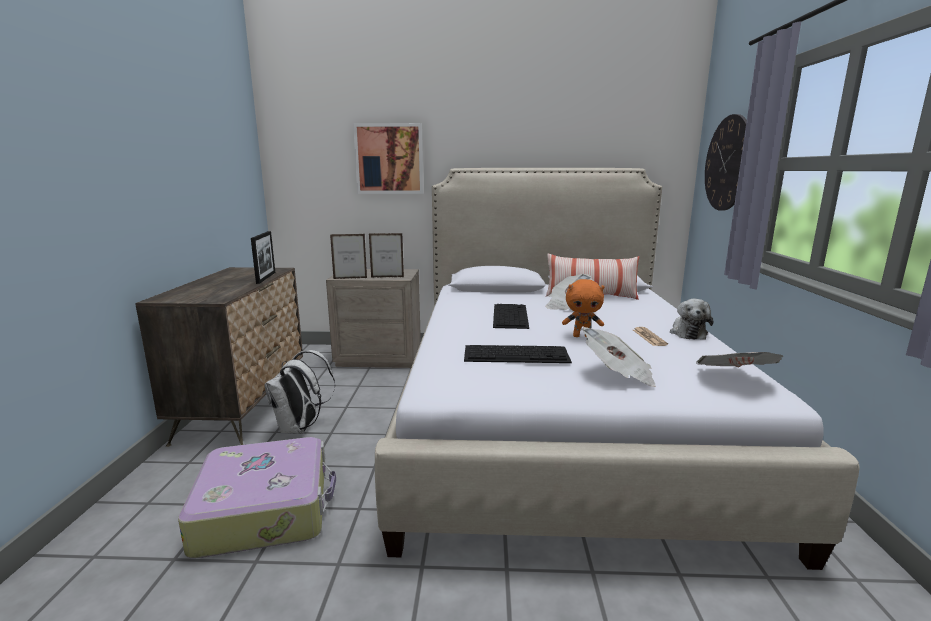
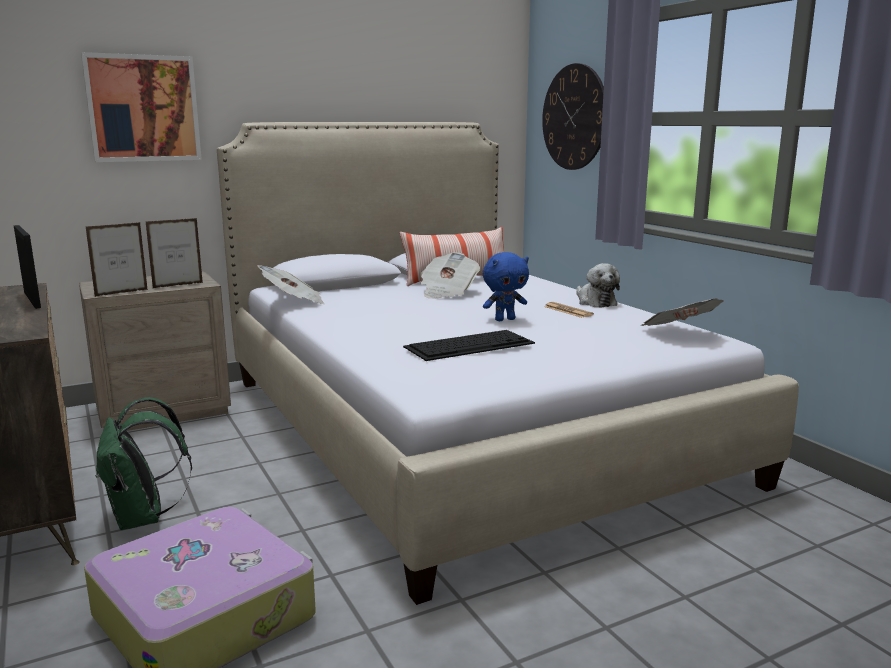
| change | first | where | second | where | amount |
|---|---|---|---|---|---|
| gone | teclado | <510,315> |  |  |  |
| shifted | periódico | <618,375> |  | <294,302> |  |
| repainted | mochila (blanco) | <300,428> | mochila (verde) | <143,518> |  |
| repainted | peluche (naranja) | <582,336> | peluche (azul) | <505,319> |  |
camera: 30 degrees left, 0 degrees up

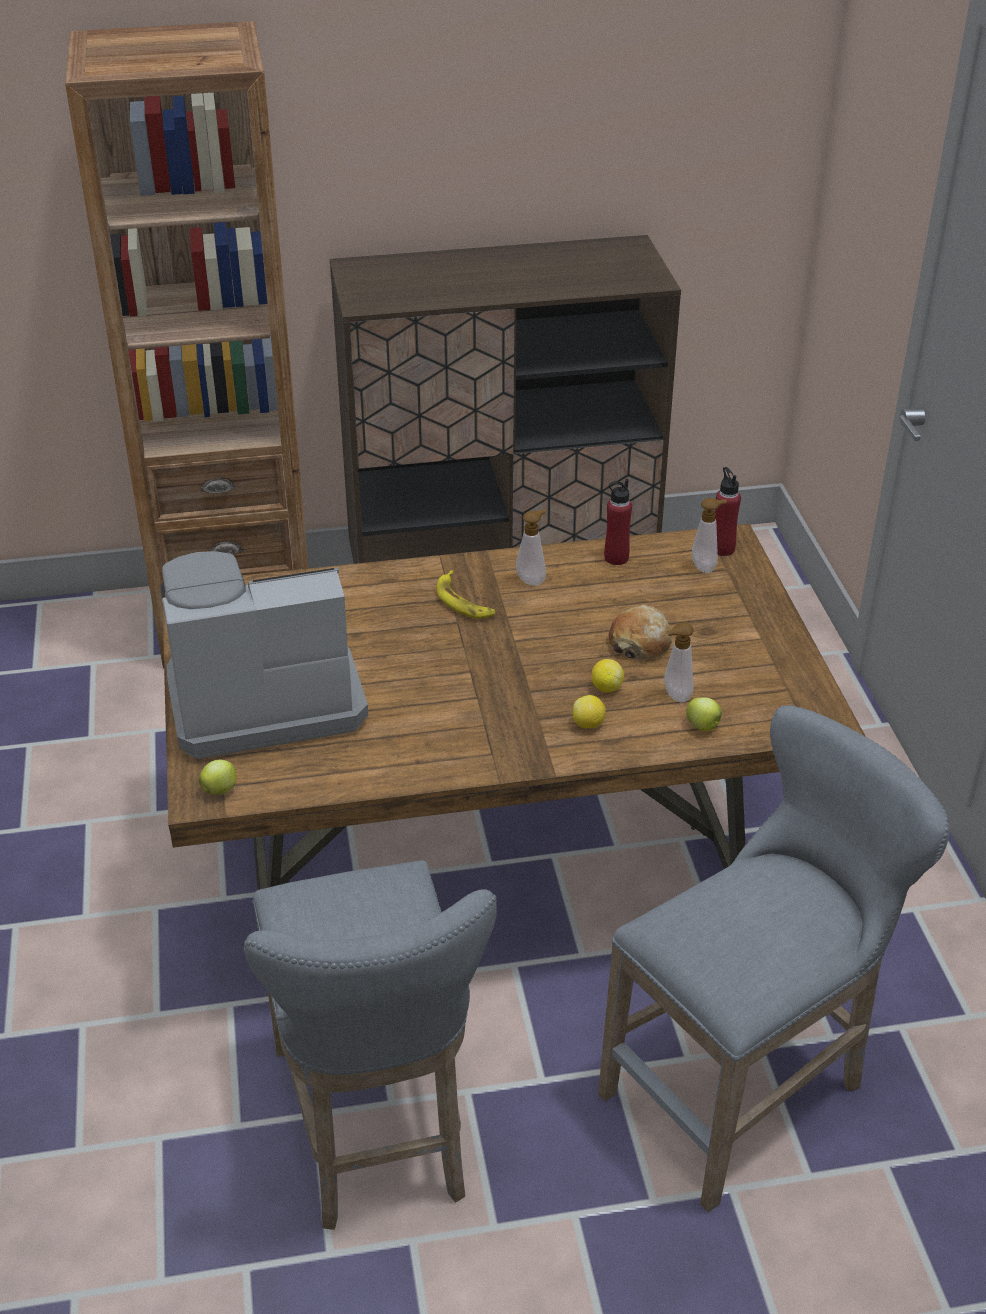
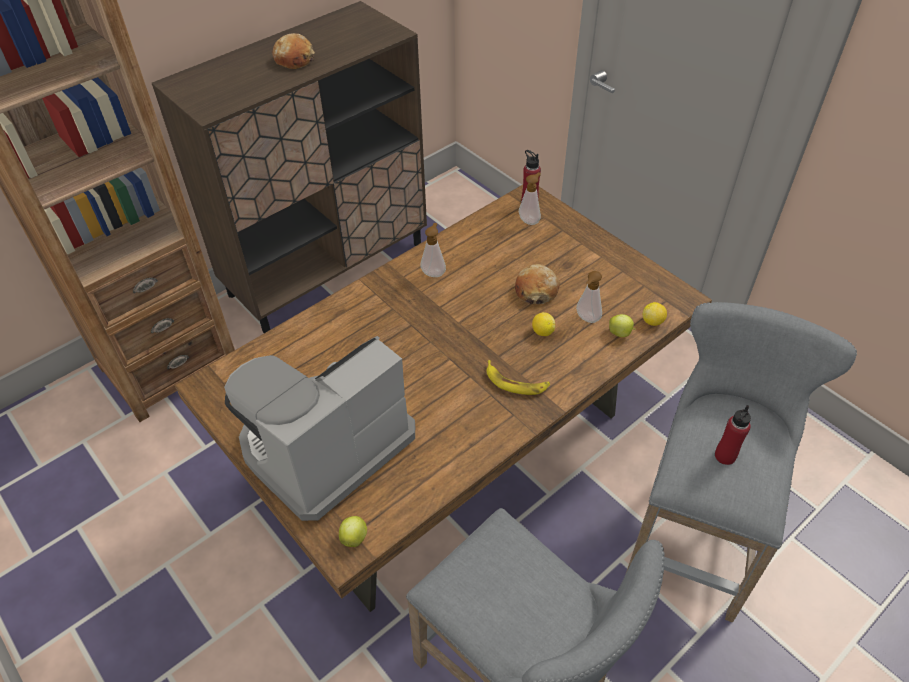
| change | first | where | second | where | amount |
|---|---|---|---|---|---|
| new |  |  | pan | <295,59> |  |
| shifted | plátano | <463,601> |  | <516,382> |  |
| shifted | limón | <588,724> |  | <653,321> |  |
| shifted | botella (rojo) | <616,558> |  | <725,456> |  |
camera: 30 degrees left, 10 degrees up

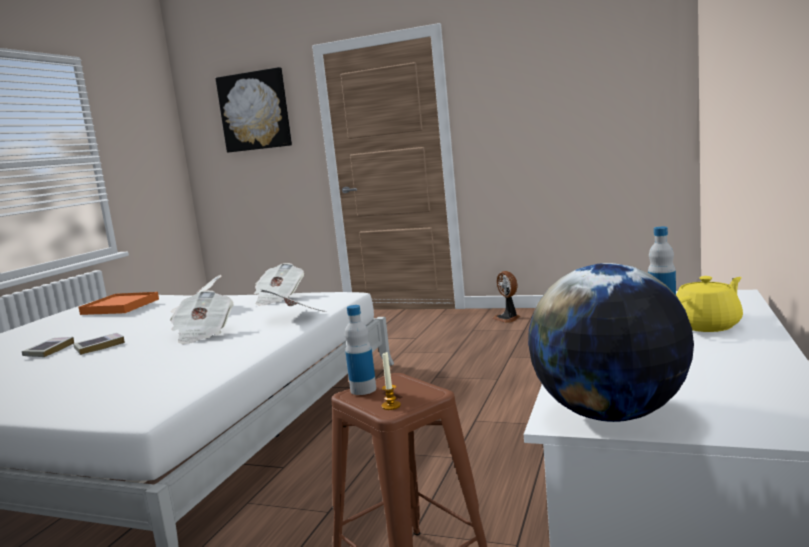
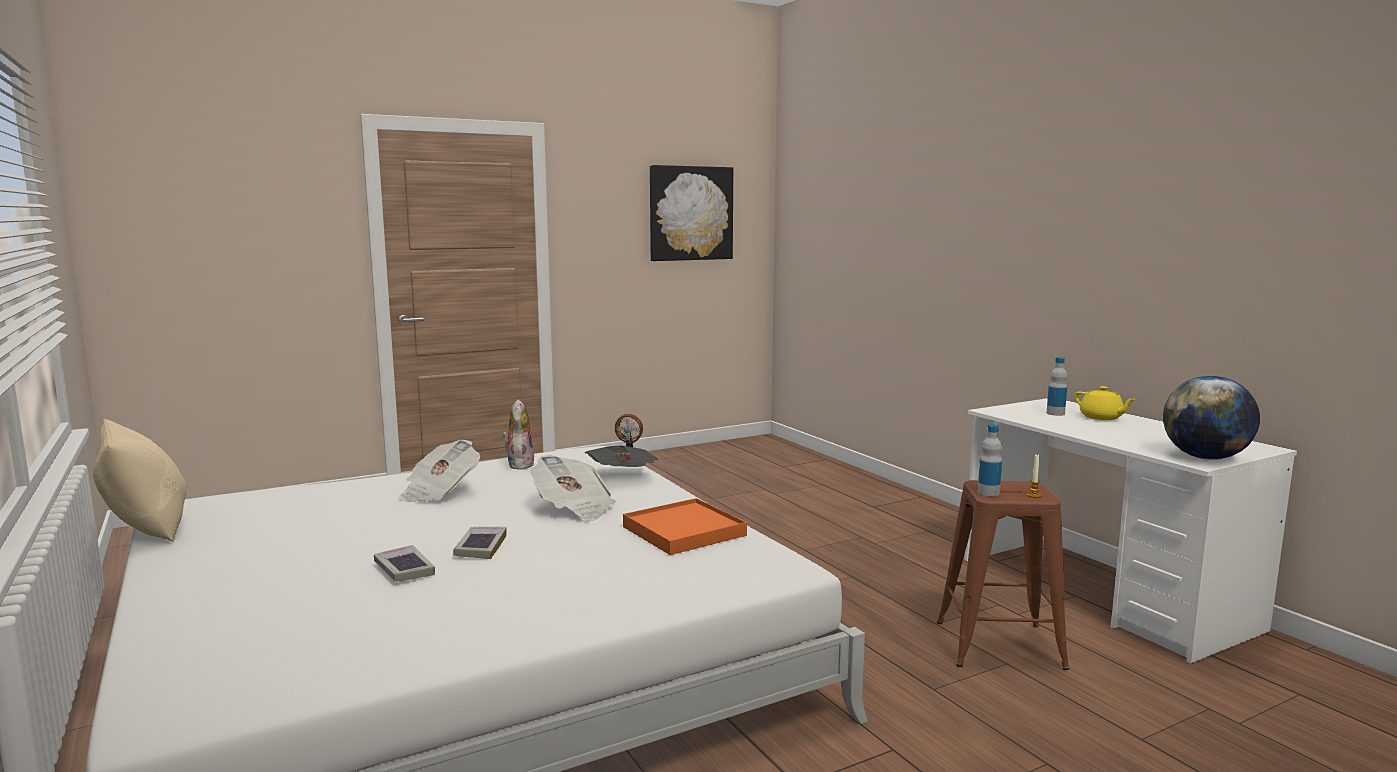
| change | first | where | second | where | amount |
|---|---|---|---|---|---|
| new |  |  | cojín (beis) | <147,528> |  |
| shifted | bandeja (naranja) | <120,307> |  | <684,531> |  |
| shifted | cuadro | <254,111> |  | <690,213> |  |
| swapped | periódico | <278,298> | peluche | <519,464> |  |
| rotated | tetera (amarillo) | <707,325> |  | <1101,417> | 135 degrees clockwise |
camera: 50 degrees left, 0 degrees up

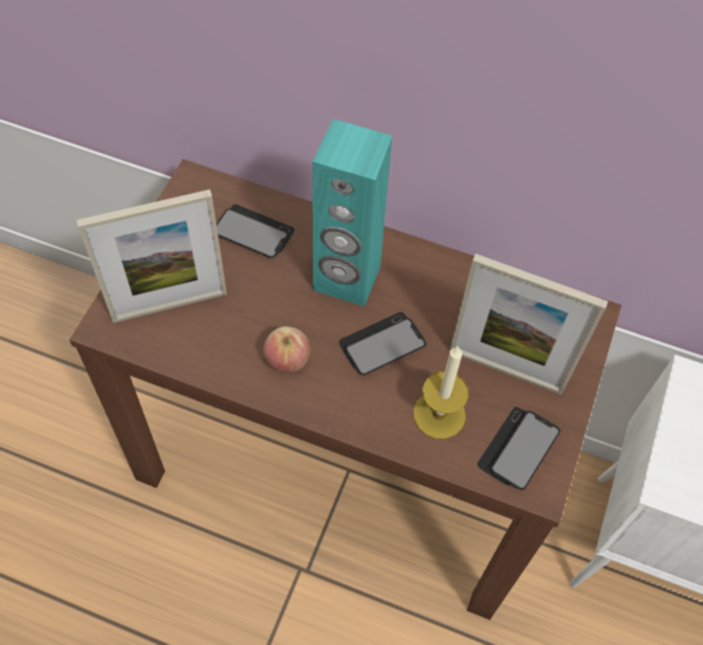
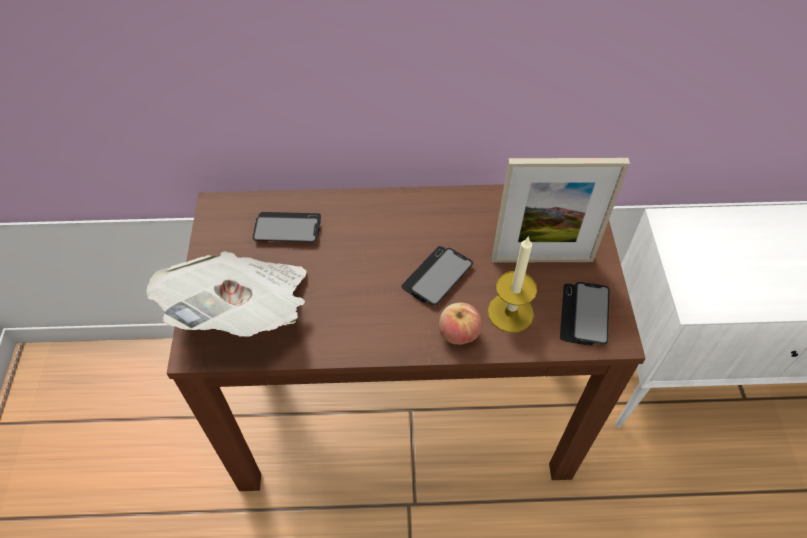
| change | first | where | second | where | amount |
|---|---|---|---|---|---|
| gone | altavoz (turquesa) | <346,279> |  |  |  |
| shifted | manzana | <287,359> |  | <458,333> |  |
| swapped | portarretratos | <169,305> | periódico | <244,311> |  |
camera: 20 degrees left, 5 degrees down

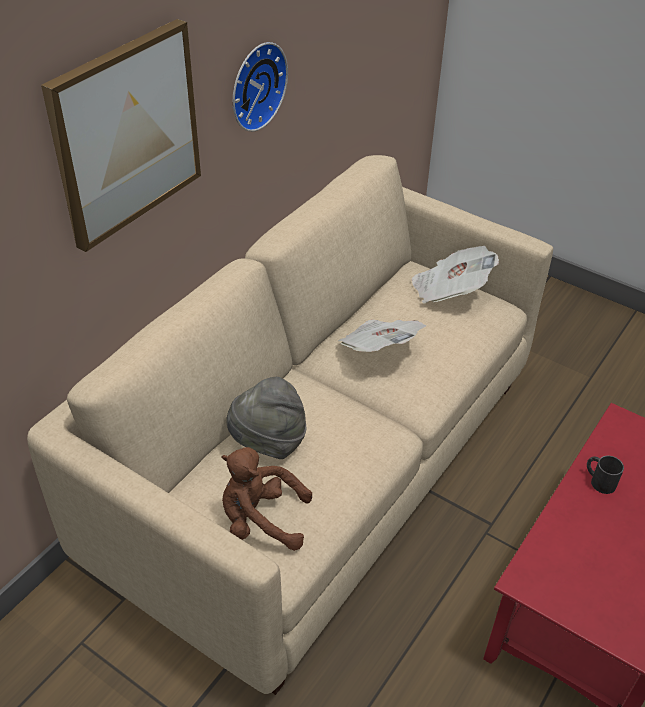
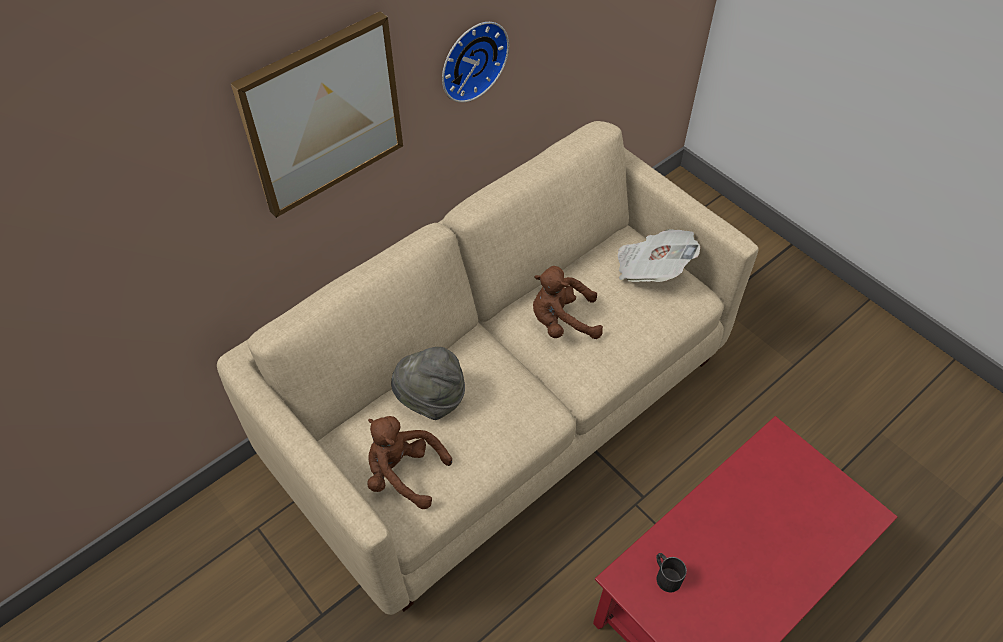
| change | first | where | second | where | amount |
|---|---|---|---|---|---|
| shifted | taza grande (negro) | <599,480> |  | <665,575> |  |
| swapped | periódico | <379,350> | peluche (marrón) | <562,321> |  |
camera: 15 degrees right, 10 degrees up

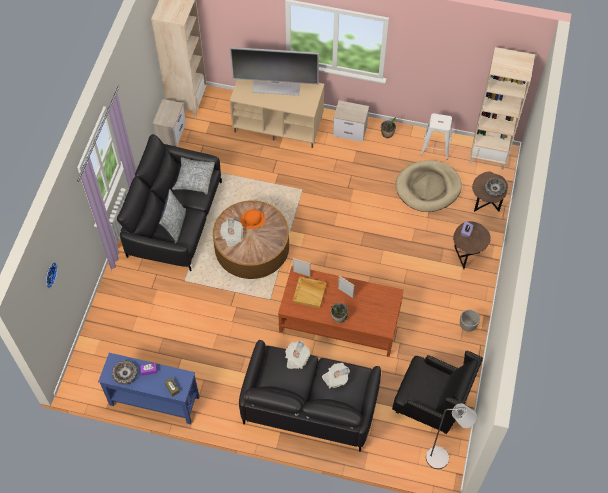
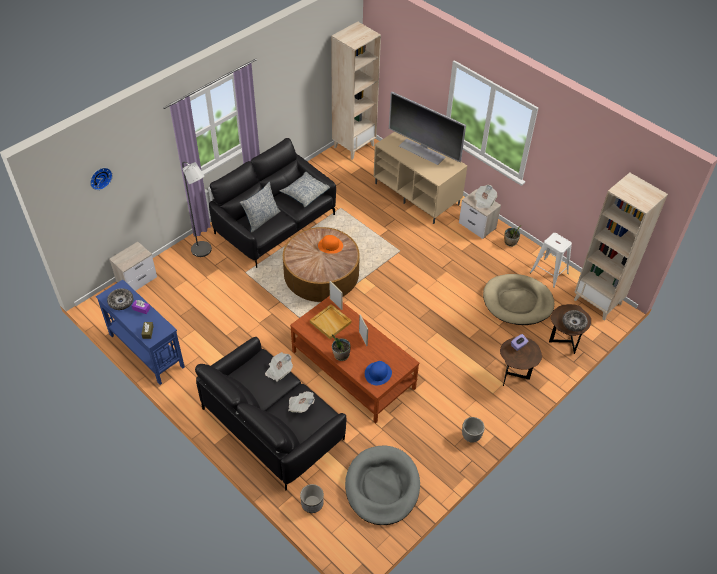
| change | first | where | second | where | amount |
|---|---|---|---|---|---|
| new |  |  | maceta | <312,503> |  |
| new |  |  | sombrero (azul) | <378,373> |  |
| shifted | mesita de noche | <171,132> |  | <137,279> |  |
| shifted | periódico | <232,236> |  | <484,202> |  |
| shifted | lámpara de pie (gris) | <442,459> |  | <204,251> |  |
| swapped | sillón (negro) | <430,405> | cama para perro (gris) | <382,487> |  |
camera: 30 degrees right, 10 degrees down

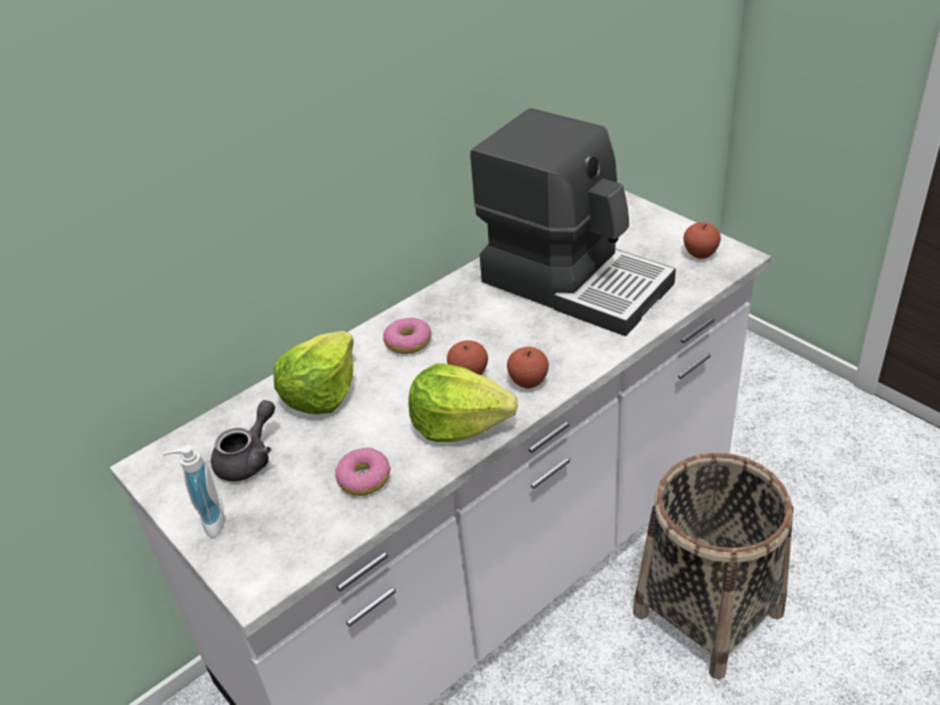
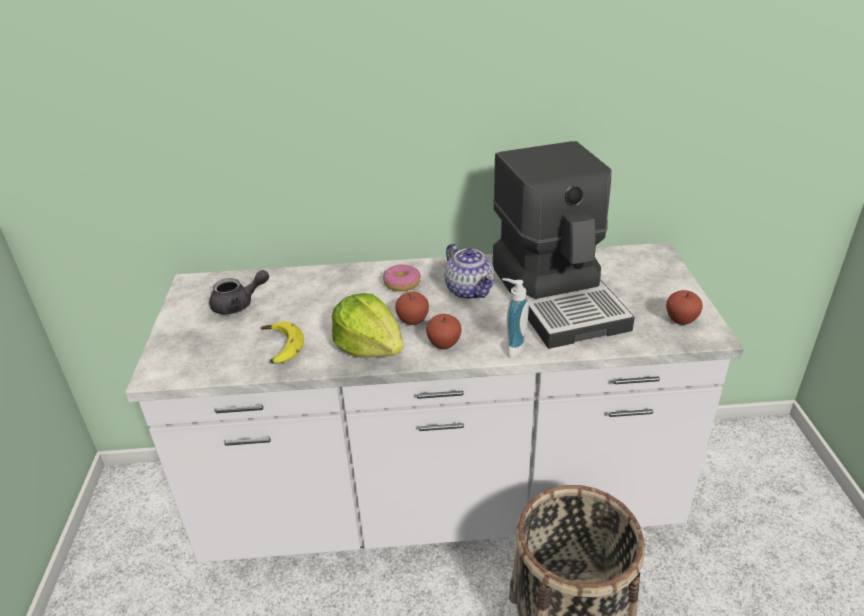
| change | first | where | second | where | amount |
|---|---|---|---|---|---|
| gone | lechuga | <321,392> |  |  |  |
| new |  |  | tetera | <470,290> |  |
| shifted | dispensador de jabón | <208,522> |  | <512,347> |  |
| swapped | rosquilla | <364,478> | plátano | <278,348> |  |
camera: 35 degrees right, 5 degrees down

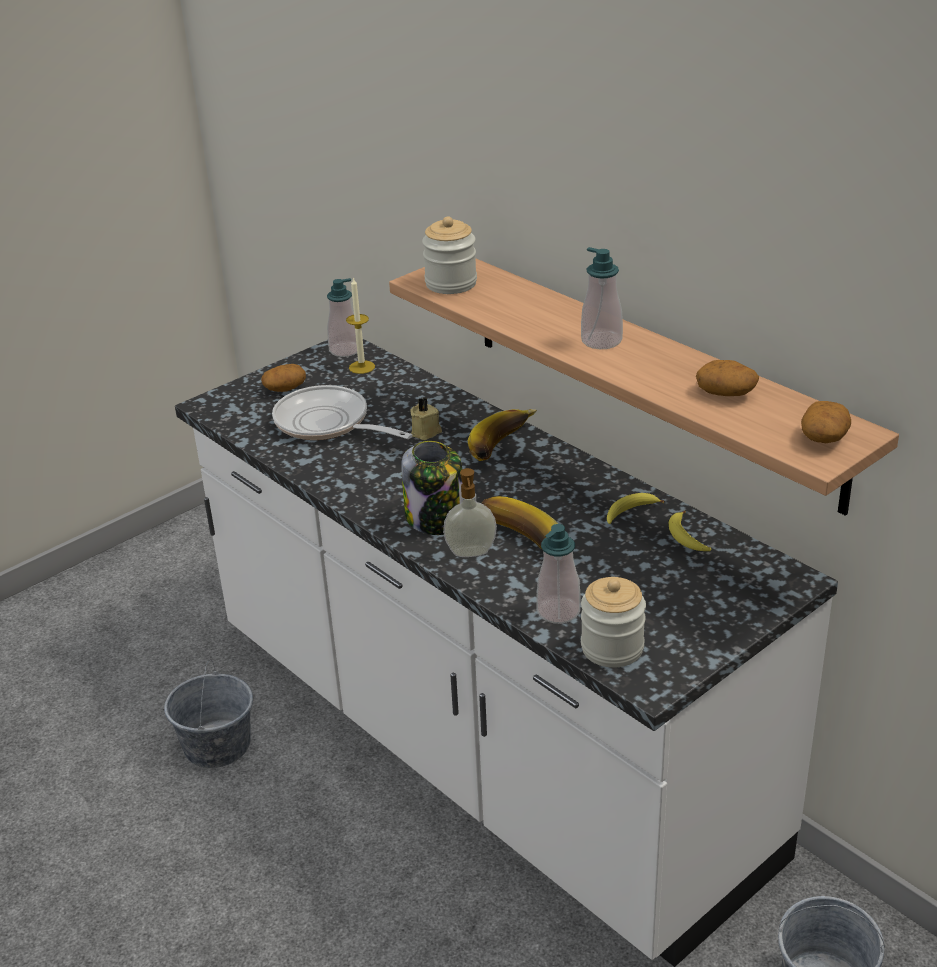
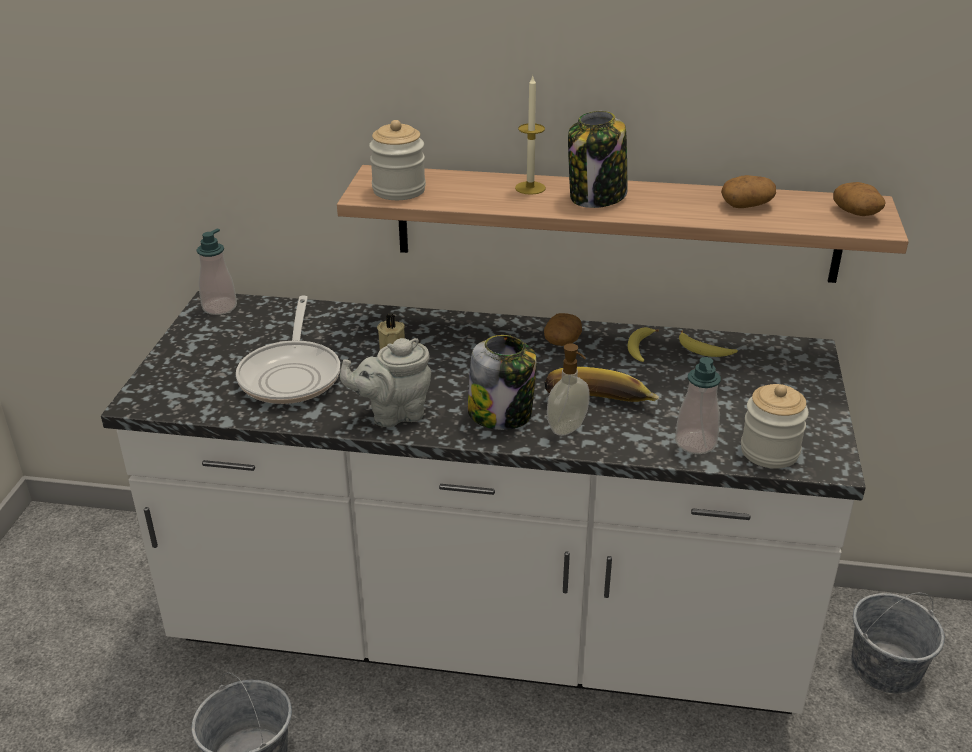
| change | first | where | second | where | amount |
|---|---|---|---|---|---|
| gone | plátano | <505,447> |  |  |  |
| new |  |  | tetera (gris) | <393,414> |  |
| shifted | patata | <285,389> |  | <562,341> |  |
| shifted | vela | <362,367> |  | <530,188> |  |
| swapped | dispensador de jabón | <601,341> | tarro | <597,197> |  |
| rotated | sartén | <328,424> |  | <292,374> | 90 degrees counterclockwise |
camera: 40 degrees left, 0 degrees up

